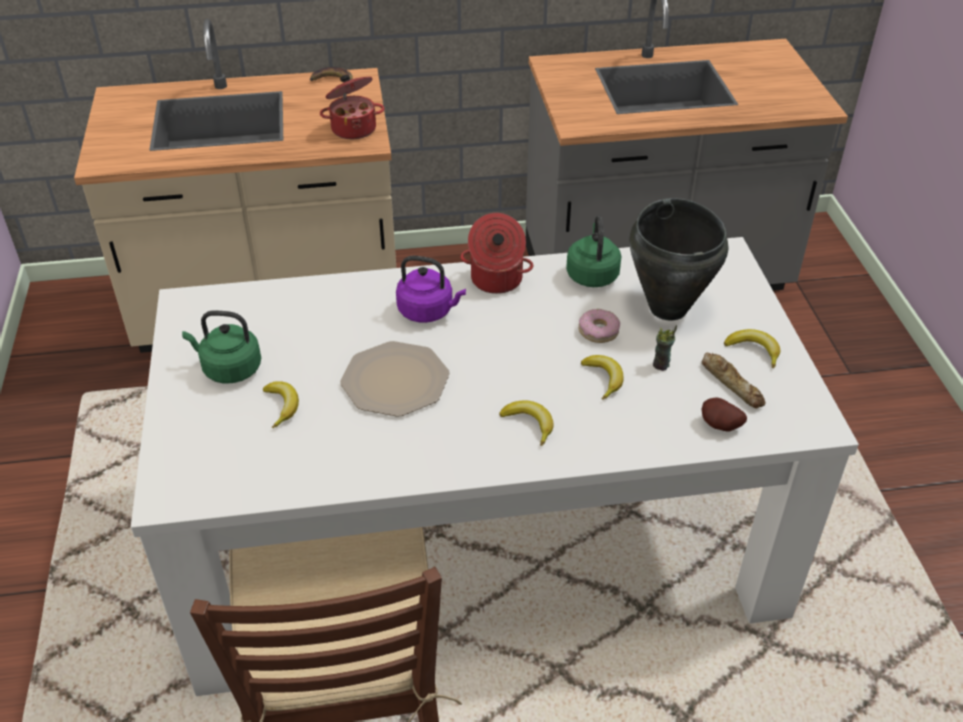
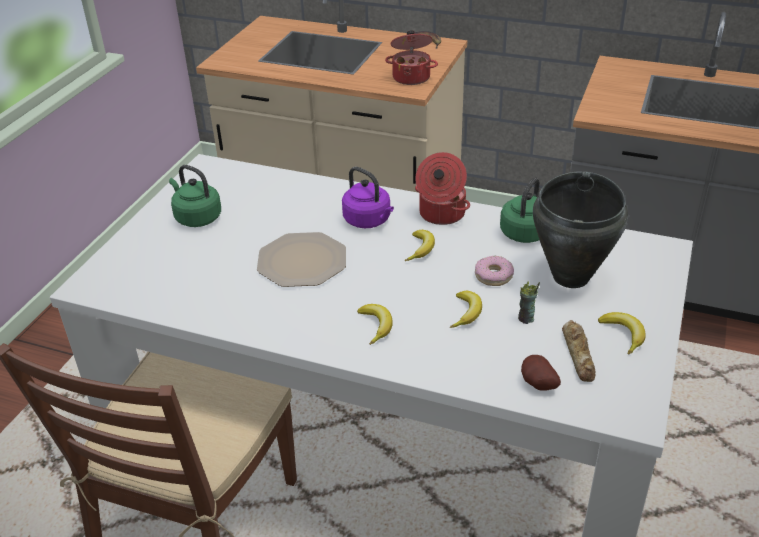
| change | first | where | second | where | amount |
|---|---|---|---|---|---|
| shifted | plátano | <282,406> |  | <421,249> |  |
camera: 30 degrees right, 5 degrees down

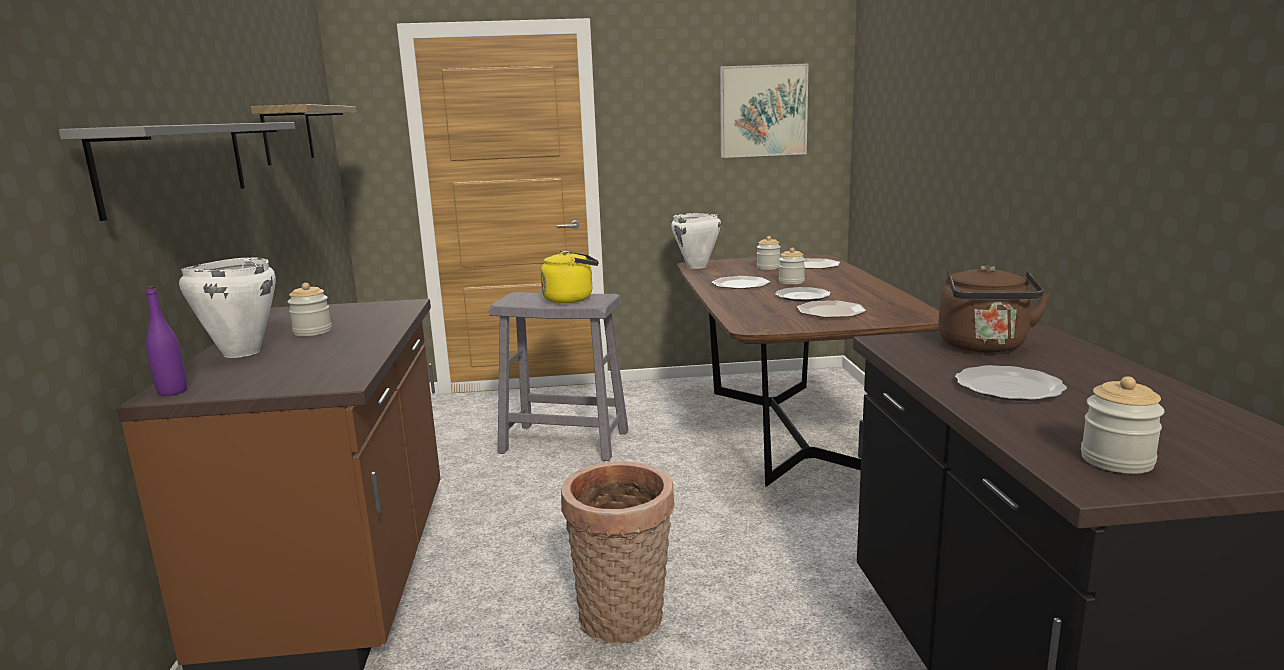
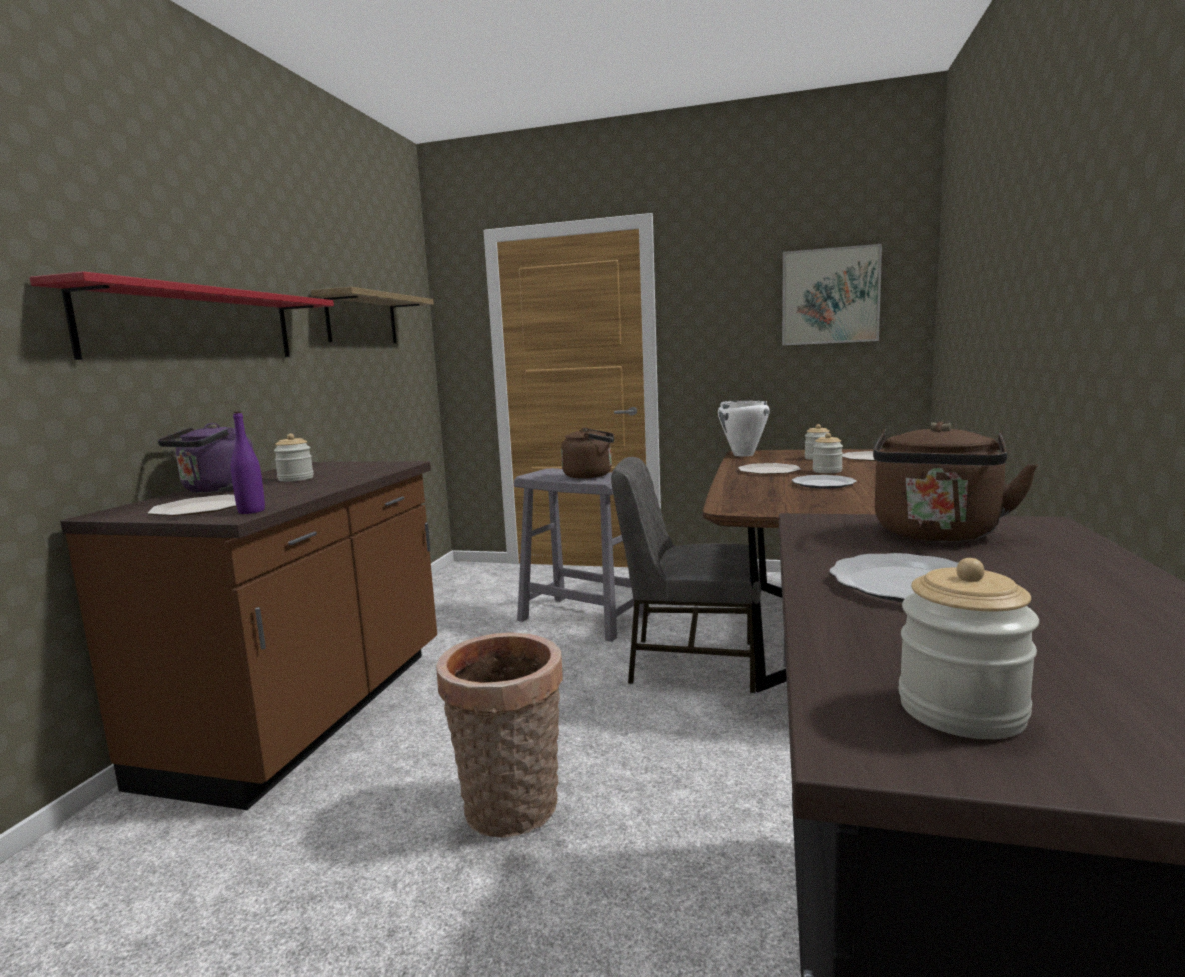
| change | first | where | second | where | amount |
|---|---|---|---|---|---|
| new |  |  | silla (gris) | <690,663> |  |
| shifted | botella (morado) | <172,392> |  | <251,511> |  |
| shifted | plato | <830,311> |  | <201,508> |  |
| swapped | olla (blanco) | <240,353> | hervidor (morado) | <217,490> |  |
| repainted | estante (gris) | <177,164> | estante (rojo) | <195,325> |  |
| repainted | hervidor (amarillo) | <571,299> | hervidor (marrón) | <591,475> |  |
camera: 20 degrees right, 5 degrees down

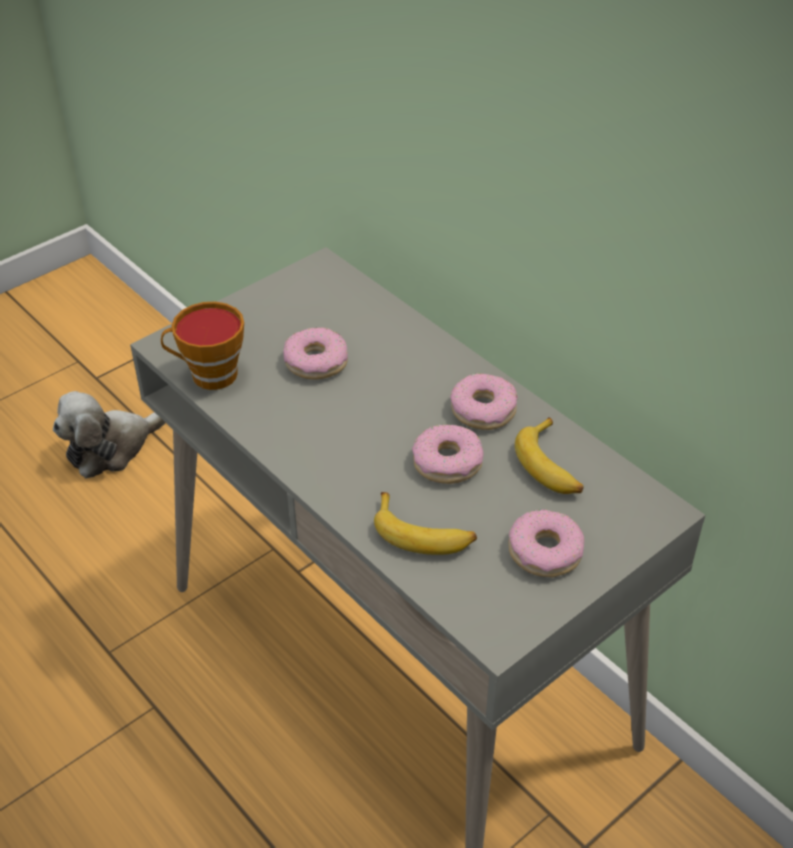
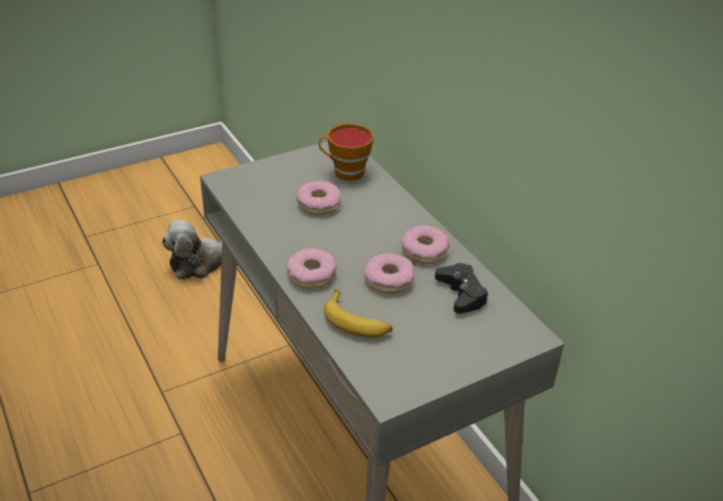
| change | first | where | second | where | amount |
|---|---|---|---|---|---|
| shifted | taza | <208,375> |  | <345,172> |  |
| shifted | rosquilla | <544,551> |  | <311,274> |  |
| swapped | plátano | <551,466> | mando de consola (negro) | <461,293> |  |
camera: 10 degrees right, 5 degrees down

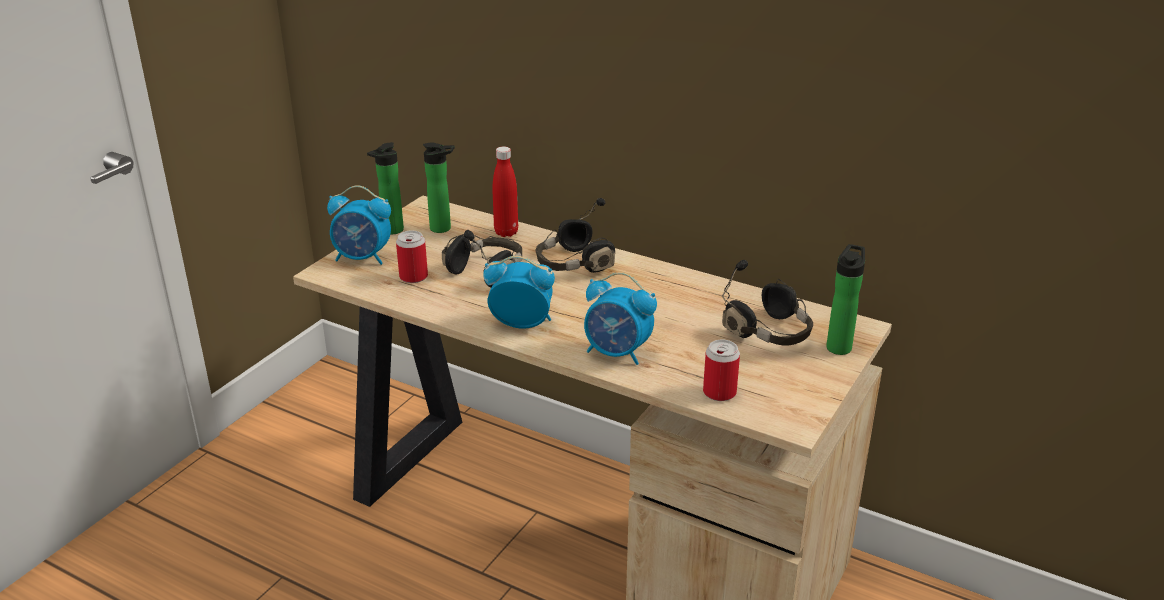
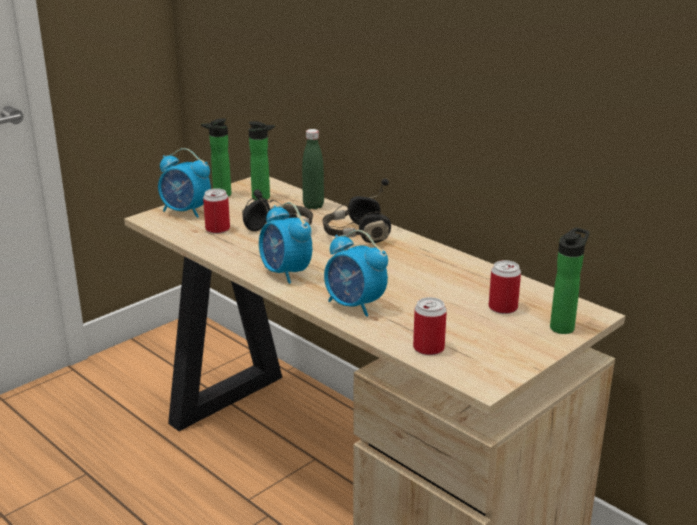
| change | first | where | second | where | amount |
|---|---|---|---|---|---|
| swapped | auriculares (negro) | <770,333> | lata | <503,308> |  |
| repainted | botella (rojo) | <506,232> | botella (verde) | <313,206> |  |
| rotated | despertador | <521,323> |  | <285,273> | 150 degrees counterclockwise |
camera: 15 degrees right, 5 degrees down

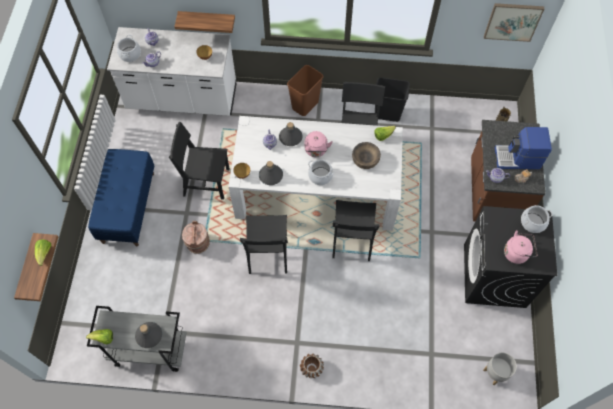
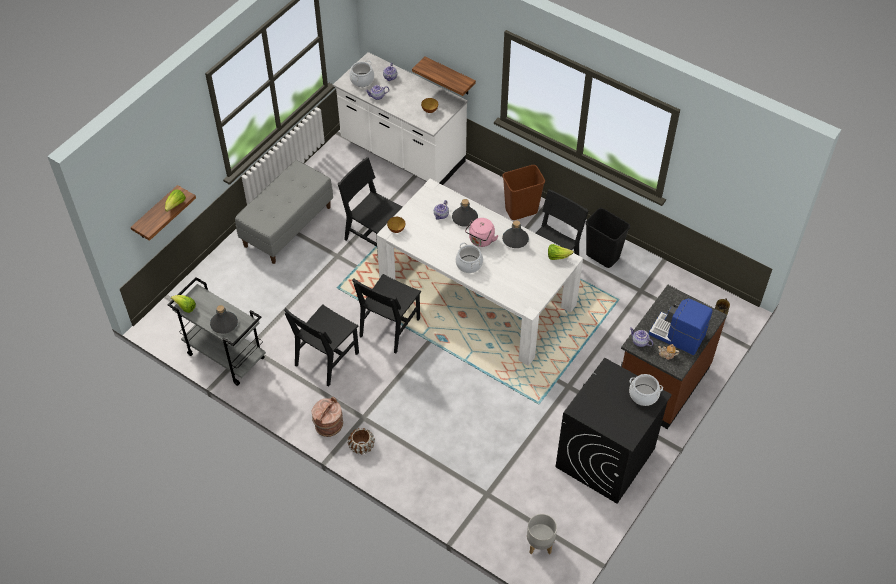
| change | first | where | second | where | amount |
|---|---|---|---|---|---|
| gone | cuenco (marrón) | <365,160> |  |  |  |
| gone | cuadro | <512,21> |  |  |  |
| gone | hervidor (rosa) | <517,253> |  |  |  |
| shifted | cubo (marrón) | <197,243> |  | <328,425> |  |
| shifted | botella (gris) | <271,175> |  | <515,239> |  |
| shifted | silla (negro) | <352,240> |  | <326,359> |  |
| repainted | banco (azul) | <128,207> | banco (gris) | <287,226> |  |
camera: 30 degrees right, 10 degrees down

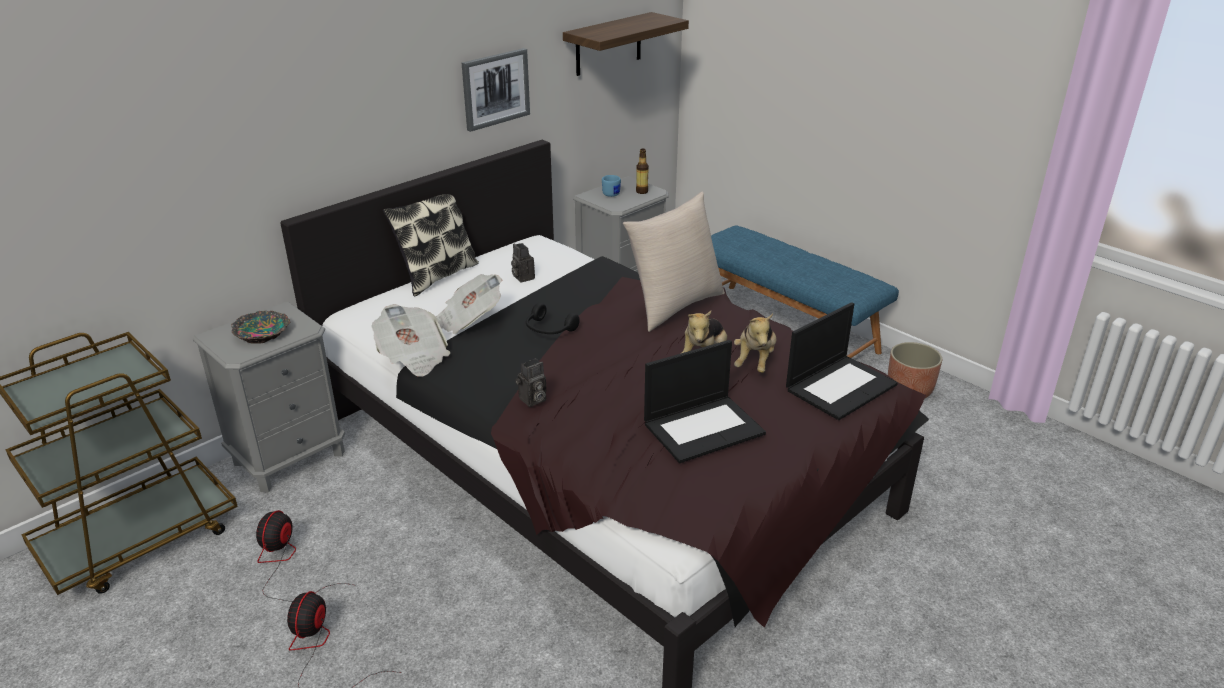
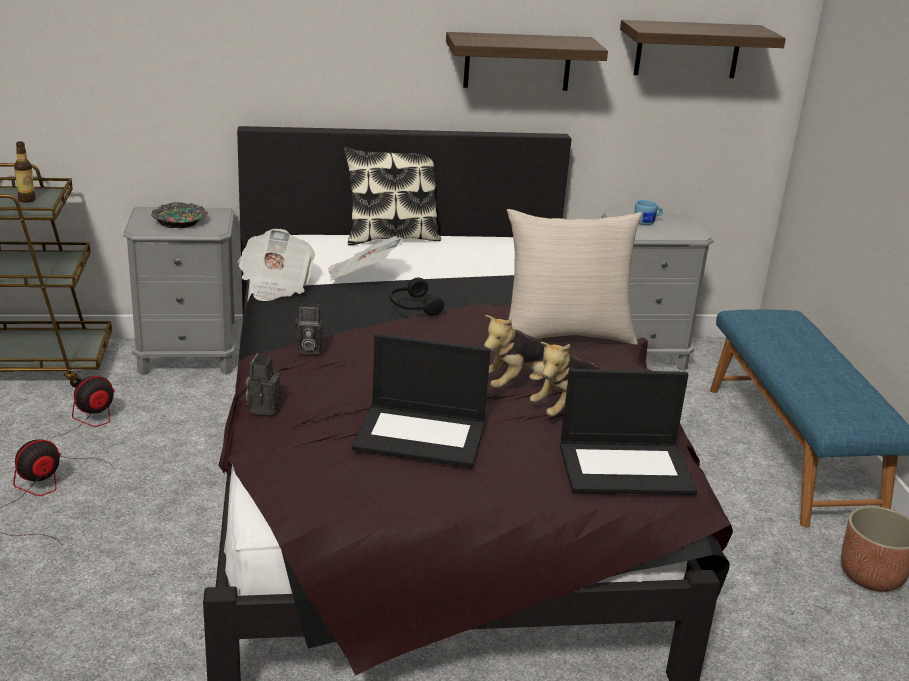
| change | first | where | second | where | amount |
|---|---|---|---|---|---|
| shifted | cámara | <522,277> |  | <263,407> |  |
| shifted | botella | <642,191> |  | <27,200> |  |
| swapped | cuadro | <495,89> | estante | <517,61> |  |
camera: 35 degrees right, 5 degrees down

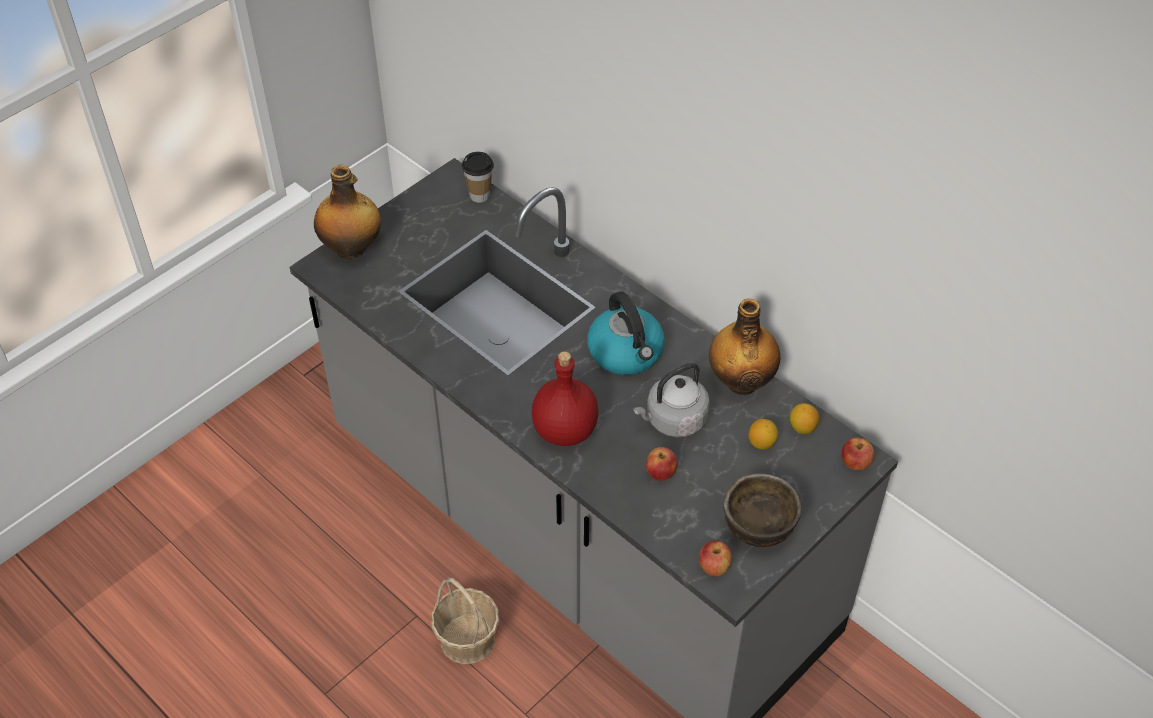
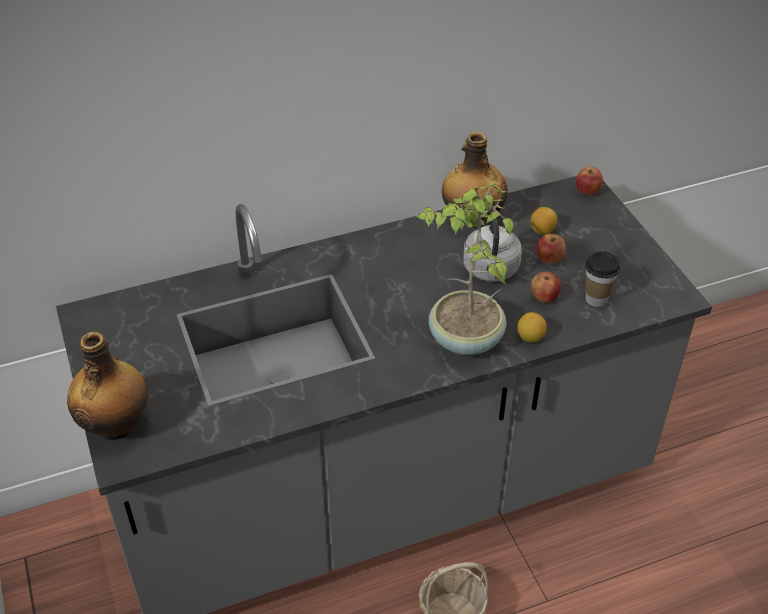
| change | first | where | second | where | amount |
|---|---|---|---|---|---|
| gone | hervidor | <626,353> |  |  |  |
| gone | cuenco (marrón) | <759,526> |  |  |  |
| shifted | taza | <479,195> |  | <596,299> |  |
| shifted | manzana | <713,567> |  | <549,259> |  |
| shifted | limón | <802,428> |  | <530,337> |  |
| swapped | botella (rojo) | <565,430> | planta en maceta | <464,340> |  |
camera: 65 degrees left, 5 degrees down

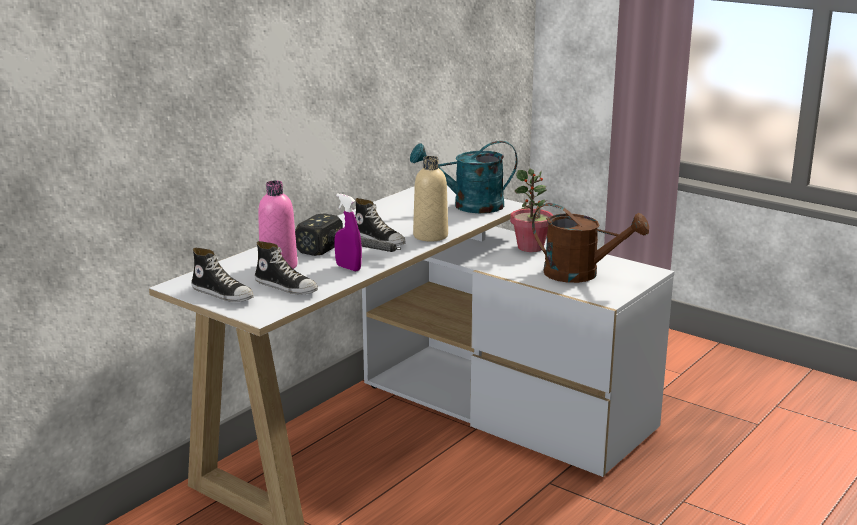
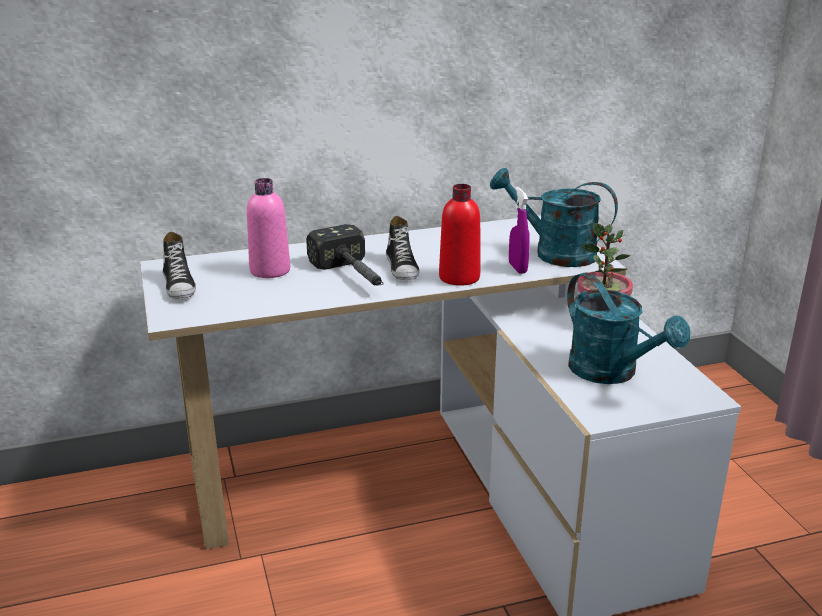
| change | first | where | second | where | amount |
|---|---|---|---|---|---|
| gone | zapato | <286,287> |  |  |  |
| shifted | pulverizador (morado) | <348,268> |  | <517,268> |  |
| repainted | botella (beis) | <430,236> | botella (rojo) | <459,277> |  |
| repainted | regadera (marrón) | <581,274> | regadera (turquesa) | <612,373> |  |
camera: 35 degrees right, 5 degrees up

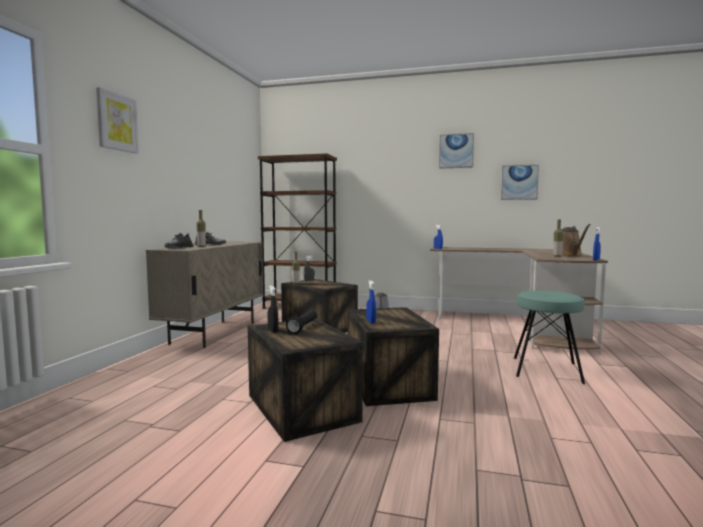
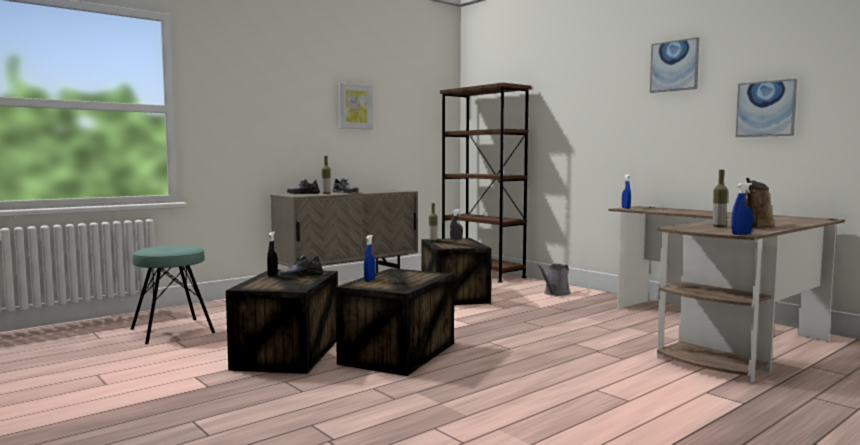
| change | first | where | second | where | amount |
|---|---|---|---|---|---|
| shifted | cuadro | <117,122> |  | <355,106> |  |
| shifted | taburete (turquesa) | <546,370> |  | <172,331> |  |
| swapped | linterna (negro) | <303,328> | zapato (gris) | <300,276> |  |
camera: 35 degrees right, 0 degrees up

